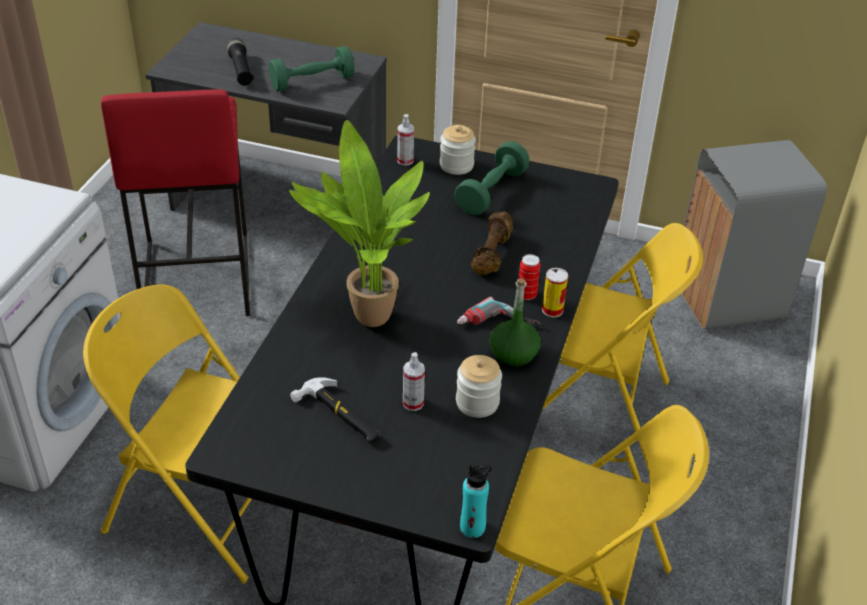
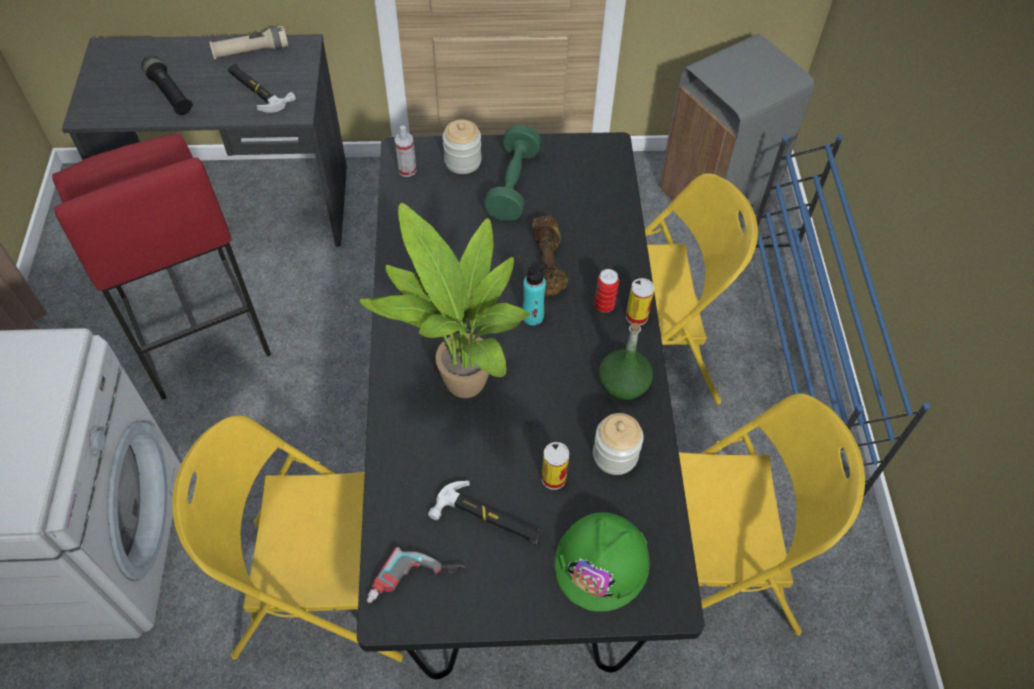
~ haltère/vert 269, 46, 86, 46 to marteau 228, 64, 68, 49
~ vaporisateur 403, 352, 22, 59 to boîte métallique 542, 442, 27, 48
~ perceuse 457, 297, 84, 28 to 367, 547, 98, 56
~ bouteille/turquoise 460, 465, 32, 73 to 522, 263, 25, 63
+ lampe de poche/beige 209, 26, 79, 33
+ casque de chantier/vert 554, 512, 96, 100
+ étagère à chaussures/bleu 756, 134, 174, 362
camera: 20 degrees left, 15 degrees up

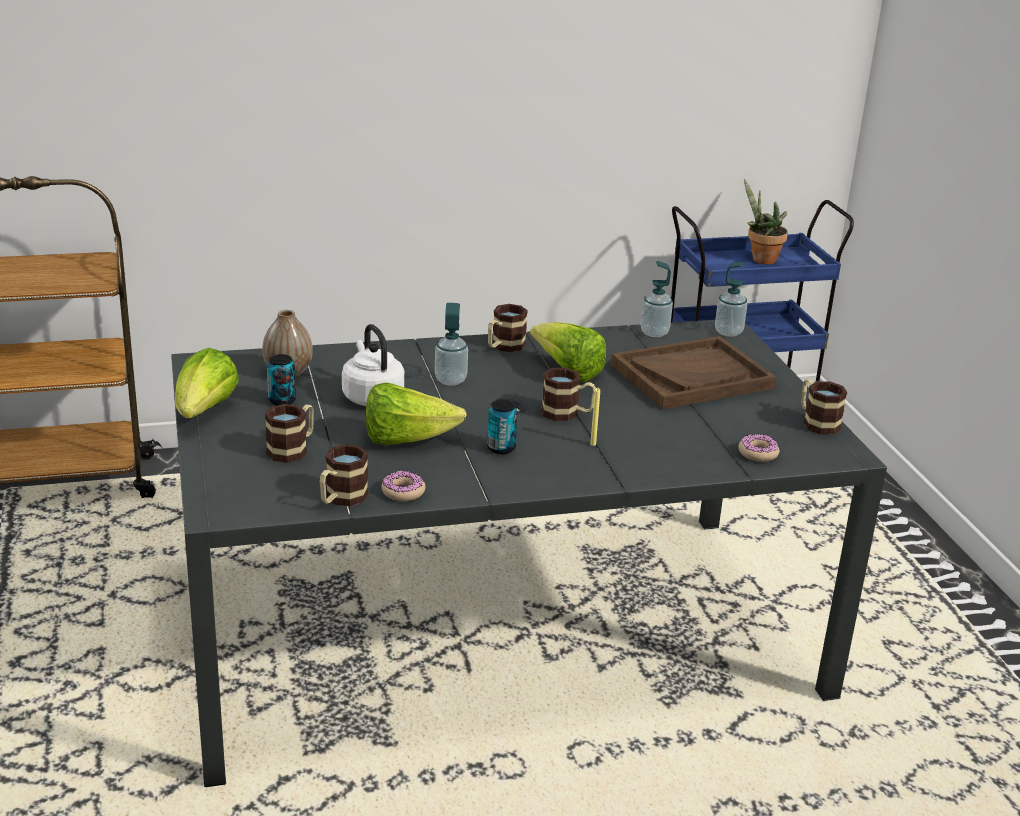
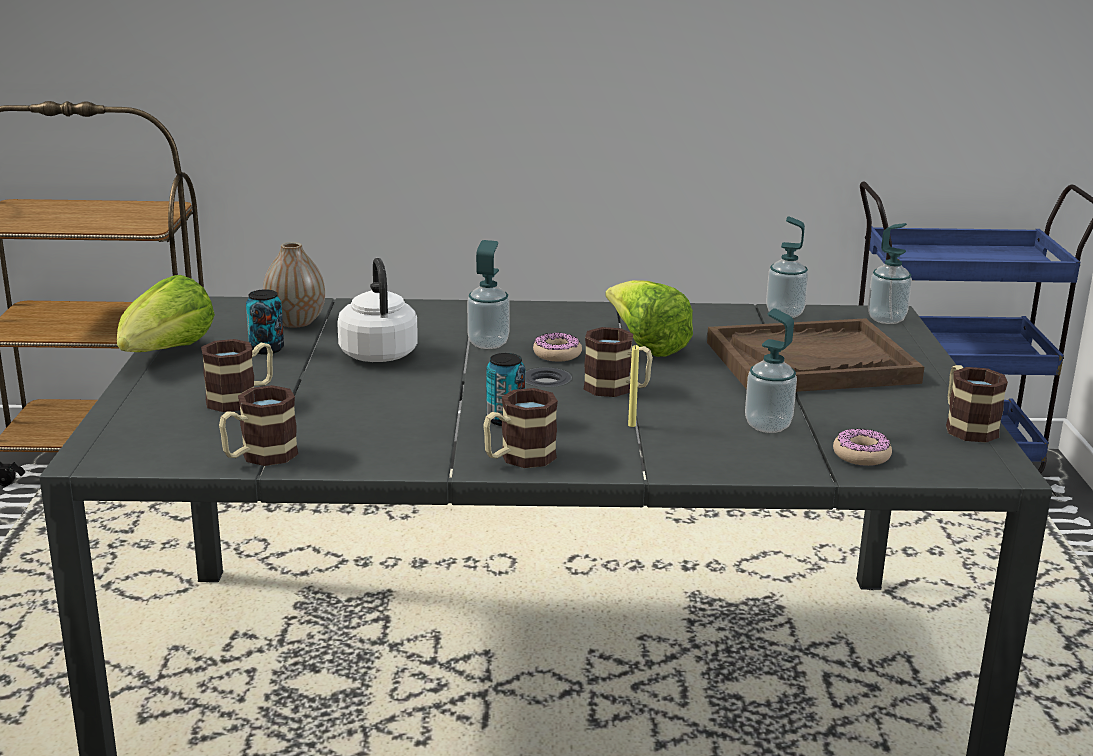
- laitue 366, 382, 101, 63
~ beignet 381, 471, 44, 30 to 533, 333, 49, 28
~ mug 488, 304, 40, 48 to 483, 388, 75, 80
- plante en pot 744, 179, 44, 85
+ distributeur de savon 745, 308, 52, 125
camera: 15 degrees right, 5 degrees down

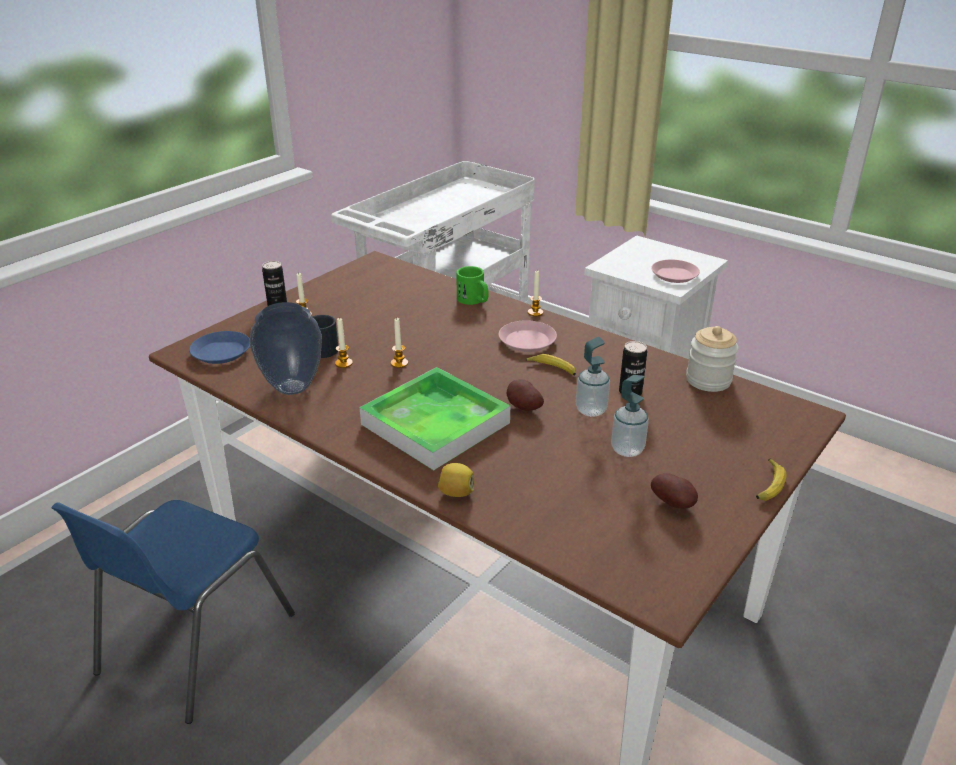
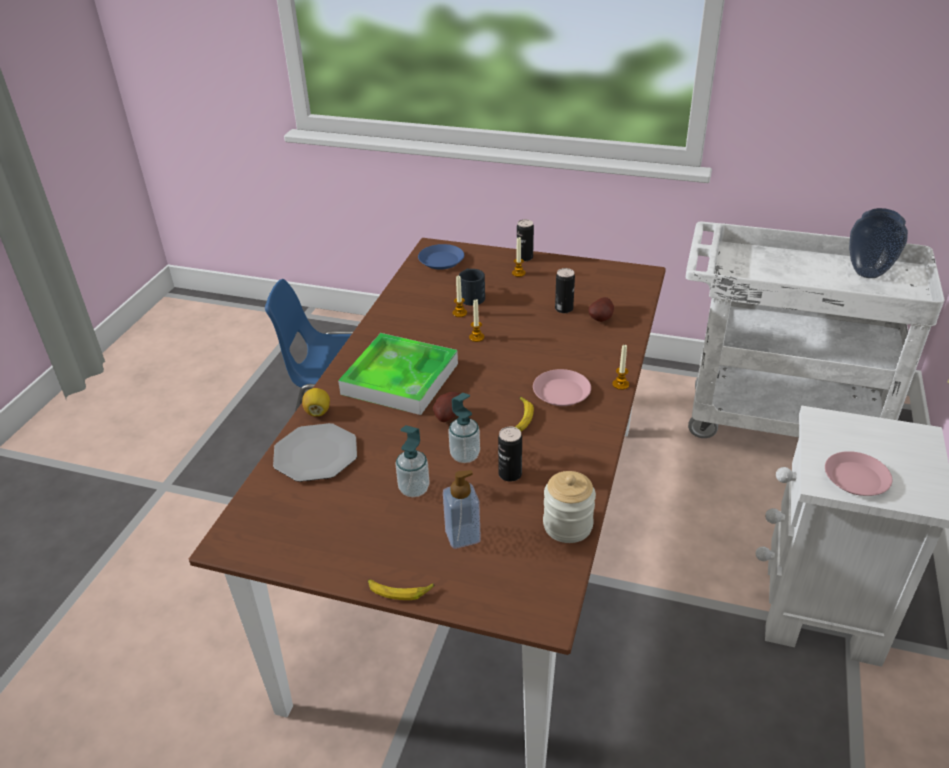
~ vase 250, 302, 72, 93 to 849, 208, 59, 70
- mug/vert 456, 266, 33, 39
~ pomme de terre 651, 473, 47, 36 to 589, 297, 25, 25
+ assiette 273, 423, 84, 59
+ distributeur de savon 443, 470, 38, 79
+ boîte métallique 555, 268, 20, 45
camera: 70 degrees right, 5 degrees up

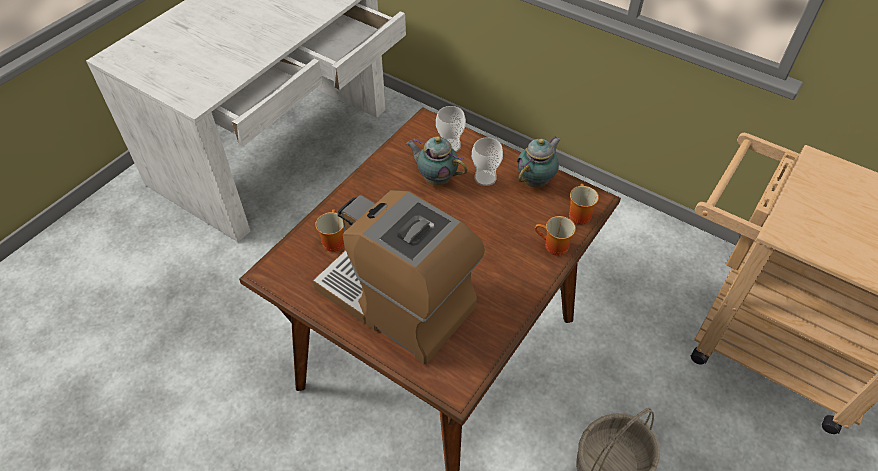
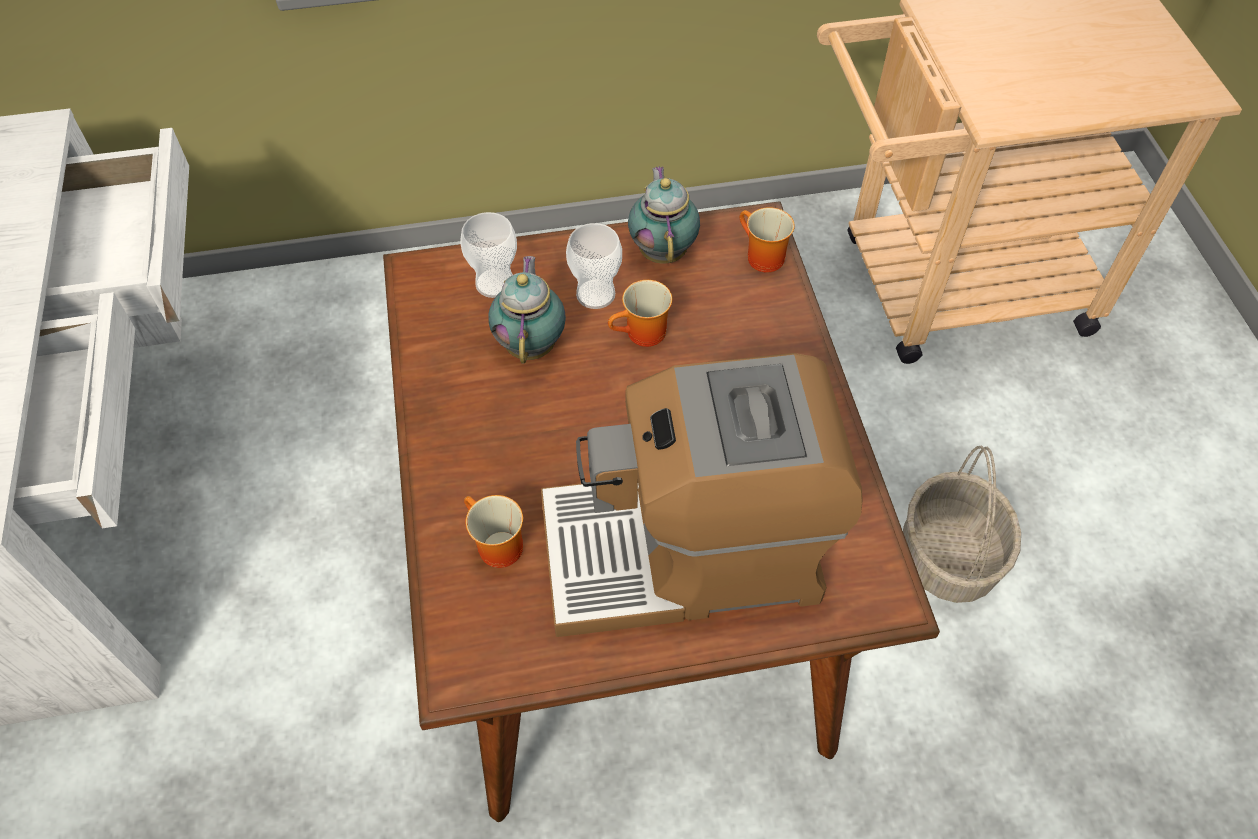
~ théière 406, 136, 61, 49 = 488, 256, 78, 108 105 degrees clockwise
~ mug 535, 216, 41, 40 to 608, 280, 64, 67
camera: 45 degrees left, 5 degrees up

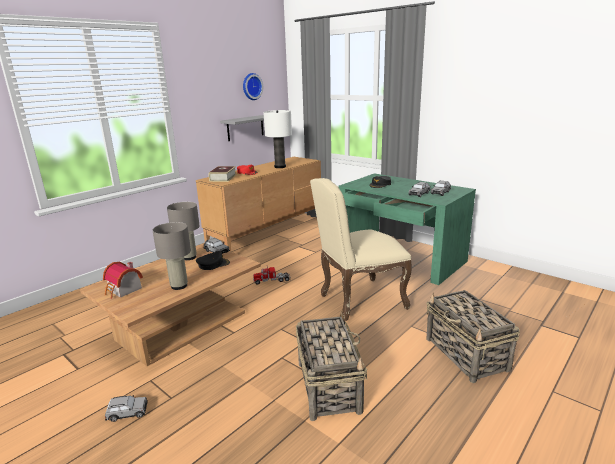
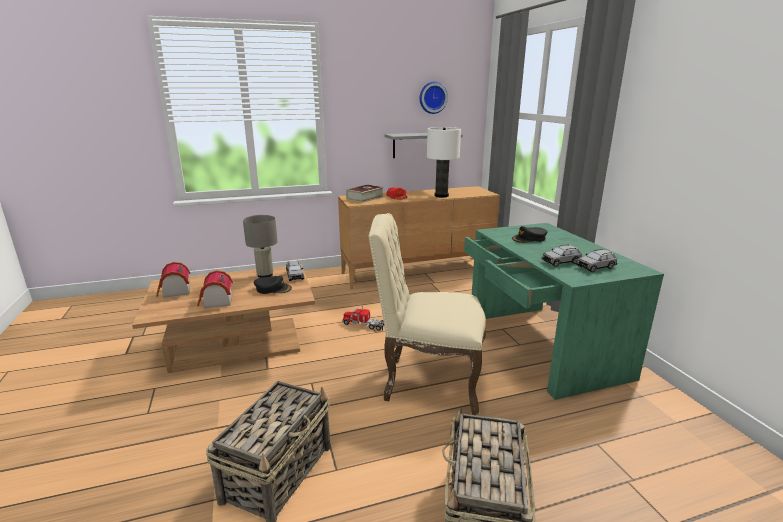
- petite voiture/gris 105, 395, 43, 27
~ lampe de table/gris 153, 222, 38, 68 to maison miniature 197, 270, 36, 38
camera: 30 degrees right, 0 degrees up

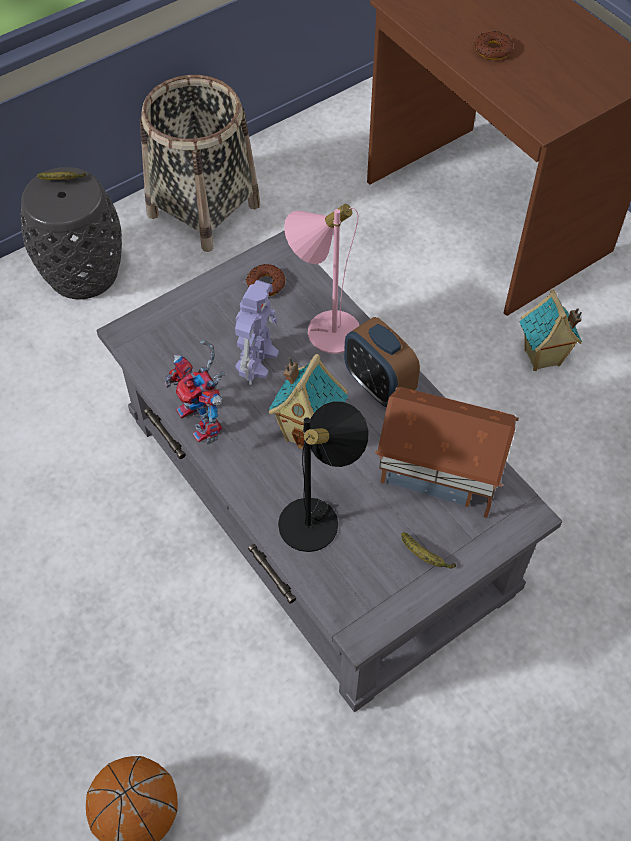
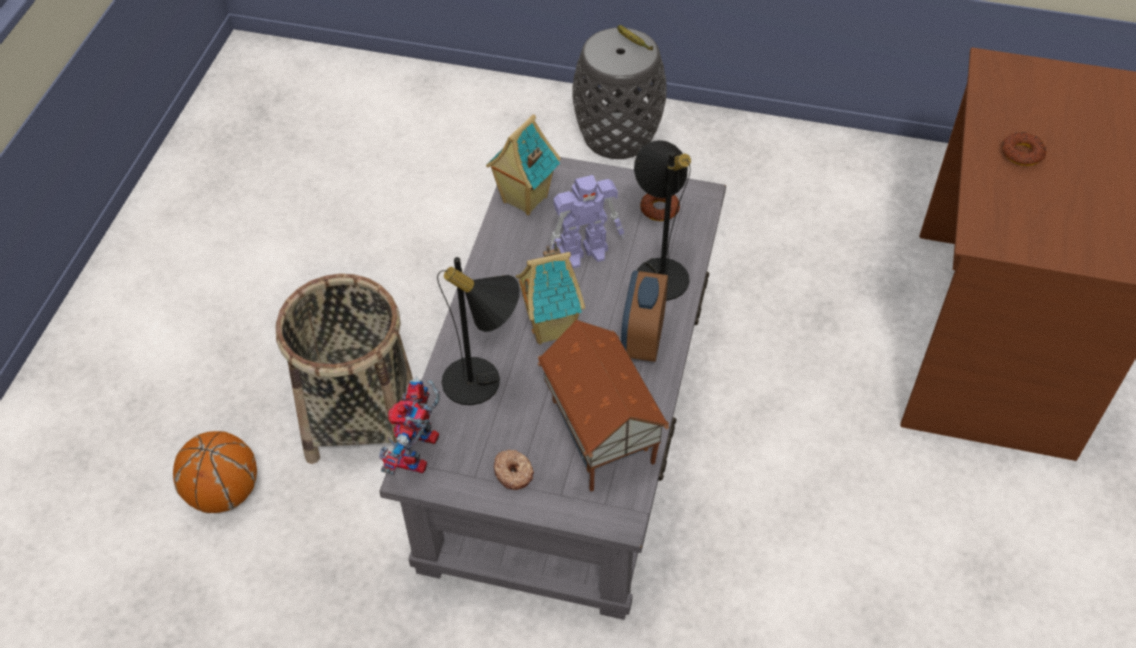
~ panier 140, 75, 120, 177 to 275, 274, 138, 190
~ robot jouet 164, 340, 61, 104 to 379, 376, 61, 99
~ lampe de table/rose 284, 204, 76, 150 to lampe de table/noir 634, 140, 57, 161
~ banane 401, 532, 55, 37 to beignet 494, 450, 40, 40
~ maison miniature 519, 289, 63, 82 to 486, 114, 75, 101
camera: 50 degrees right, 5 degrees down

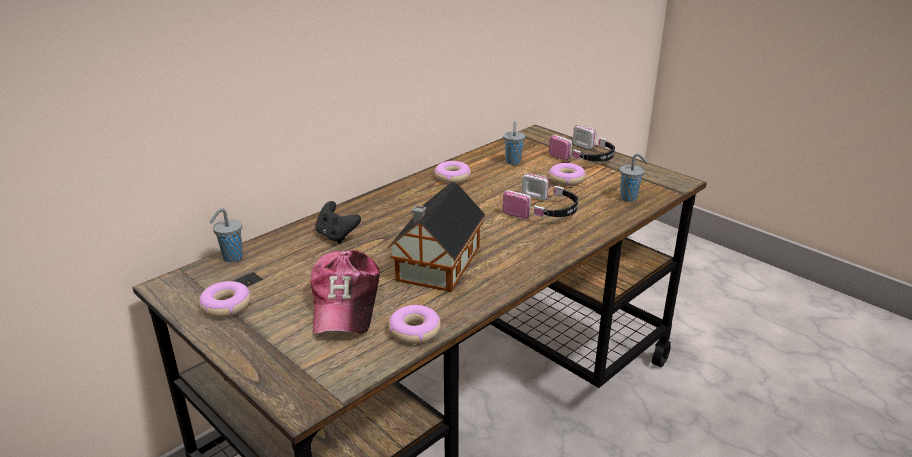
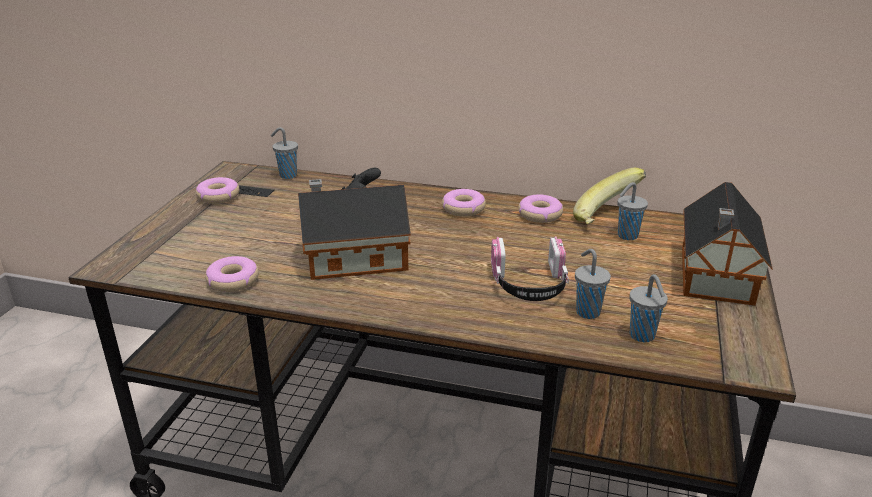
- casquette 311, 250, 69, 84
~ beignet 548, 163, 38, 23 to 442, 189, 44, 28
~ casque audio 549, 125, 66, 37 to maison miniature 682, 182, 91, 124
+ banane 573, 168, 73, 56
+ tasse/gris 575, 249, 36, 70
camera: 60 degrees right, 0 degrees up

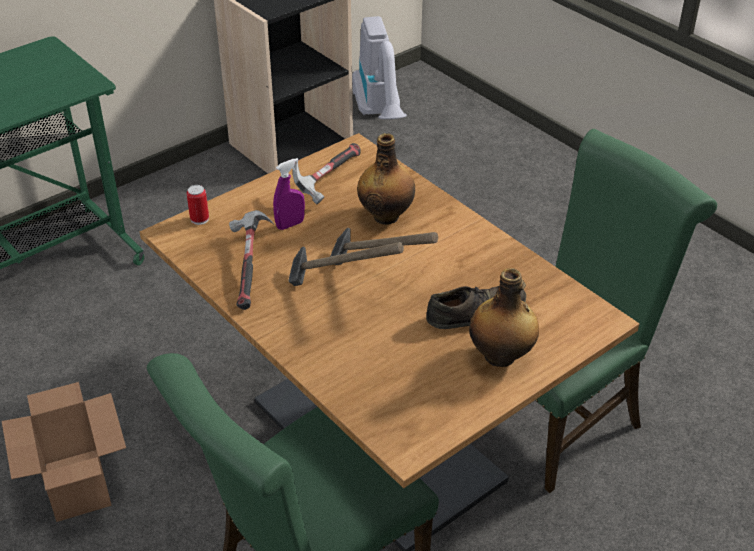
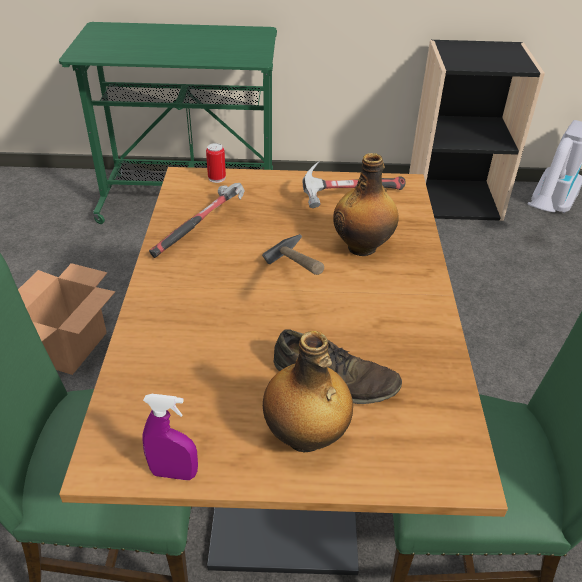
~ vaporisateur/violet 273, 158, 32, 72 to 142, 394, 56, 86
- marteau 288, 242, 116, 44
camera: 40 degrees right, 0 degrees up

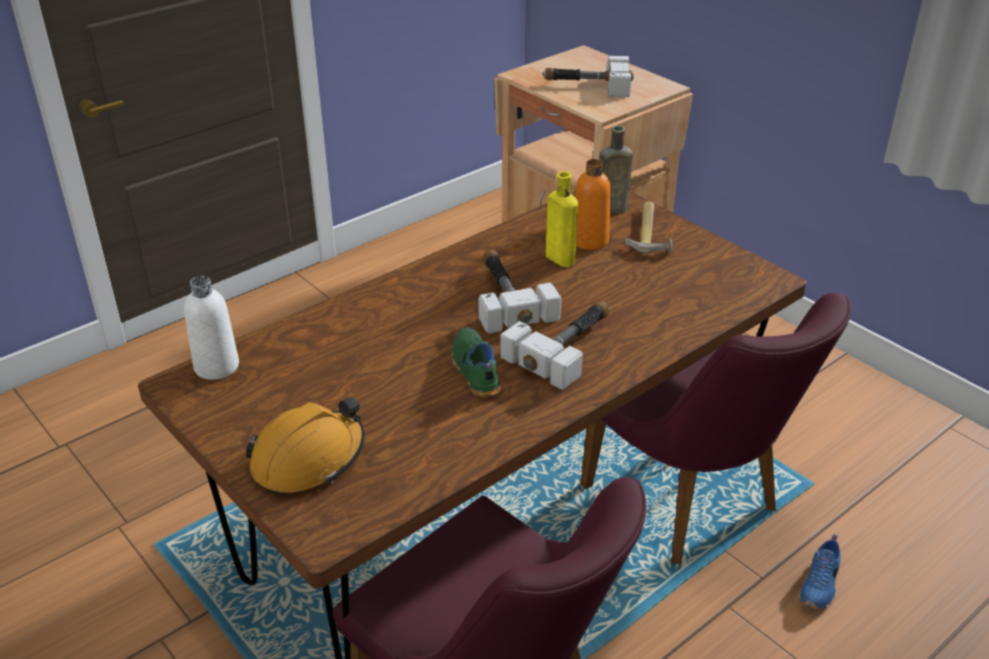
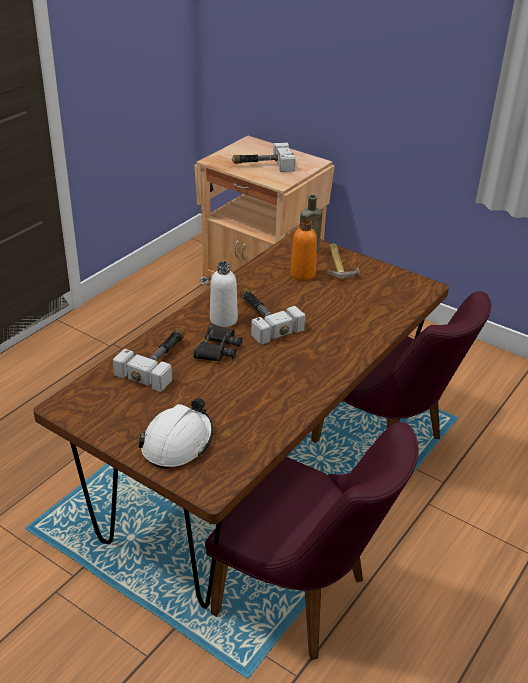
~ bouteille/blanc 184, 276, 55, 104 to 210, 261, 28, 66
~ casque de chantier/orange 246, 398, 119, 96 to casque de chantier/blanc 138, 398, 75, 71
- chaussure/vert 452, 328, 49, 69
~ marteau 500, 301, 110, 89 to 113, 328, 72, 64
- bouteille/jaune 546, 171, 32, 96
- chaussure/bleu 799, 534, 42, 75
+ jumelles/noir 193, 324, 50, 38
camera: 15 degrees left, 0 degrees up

